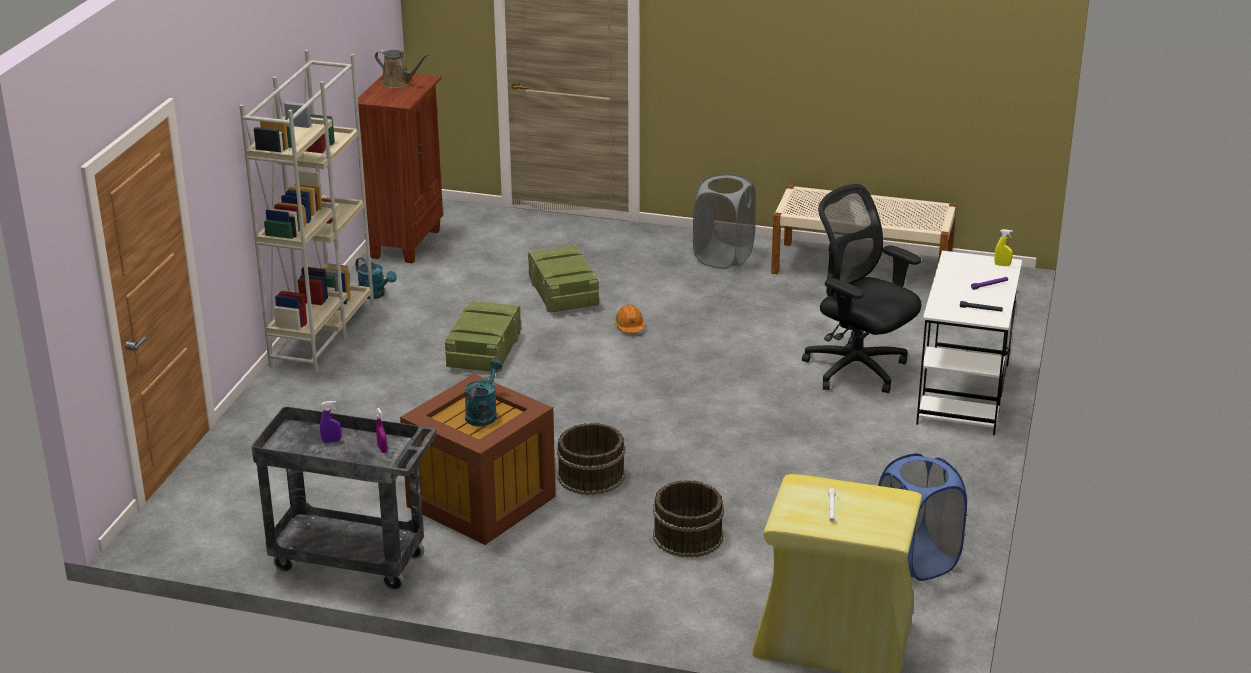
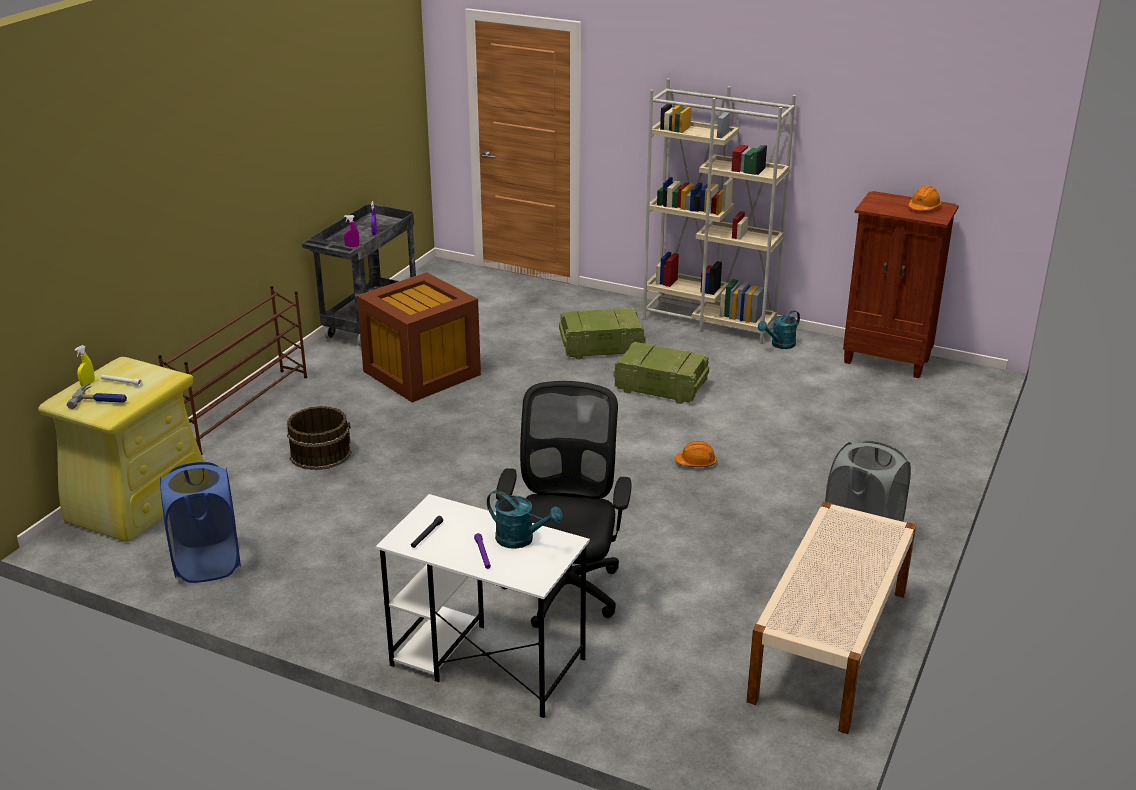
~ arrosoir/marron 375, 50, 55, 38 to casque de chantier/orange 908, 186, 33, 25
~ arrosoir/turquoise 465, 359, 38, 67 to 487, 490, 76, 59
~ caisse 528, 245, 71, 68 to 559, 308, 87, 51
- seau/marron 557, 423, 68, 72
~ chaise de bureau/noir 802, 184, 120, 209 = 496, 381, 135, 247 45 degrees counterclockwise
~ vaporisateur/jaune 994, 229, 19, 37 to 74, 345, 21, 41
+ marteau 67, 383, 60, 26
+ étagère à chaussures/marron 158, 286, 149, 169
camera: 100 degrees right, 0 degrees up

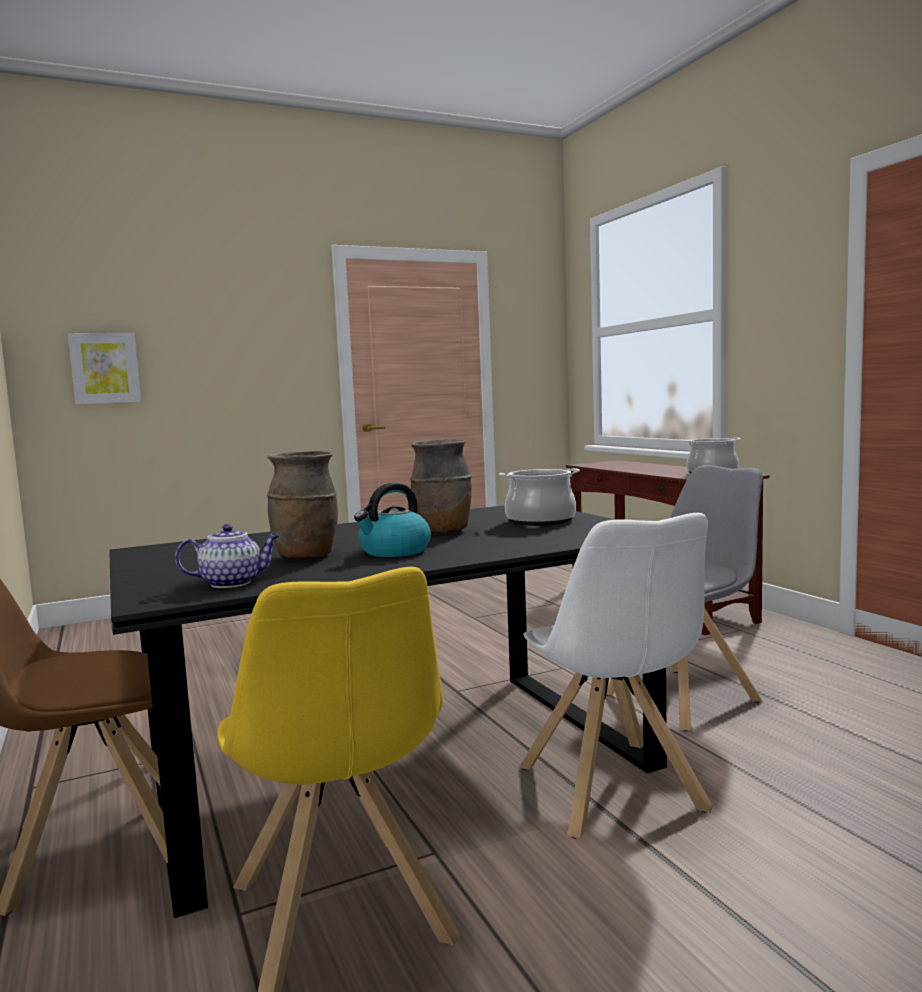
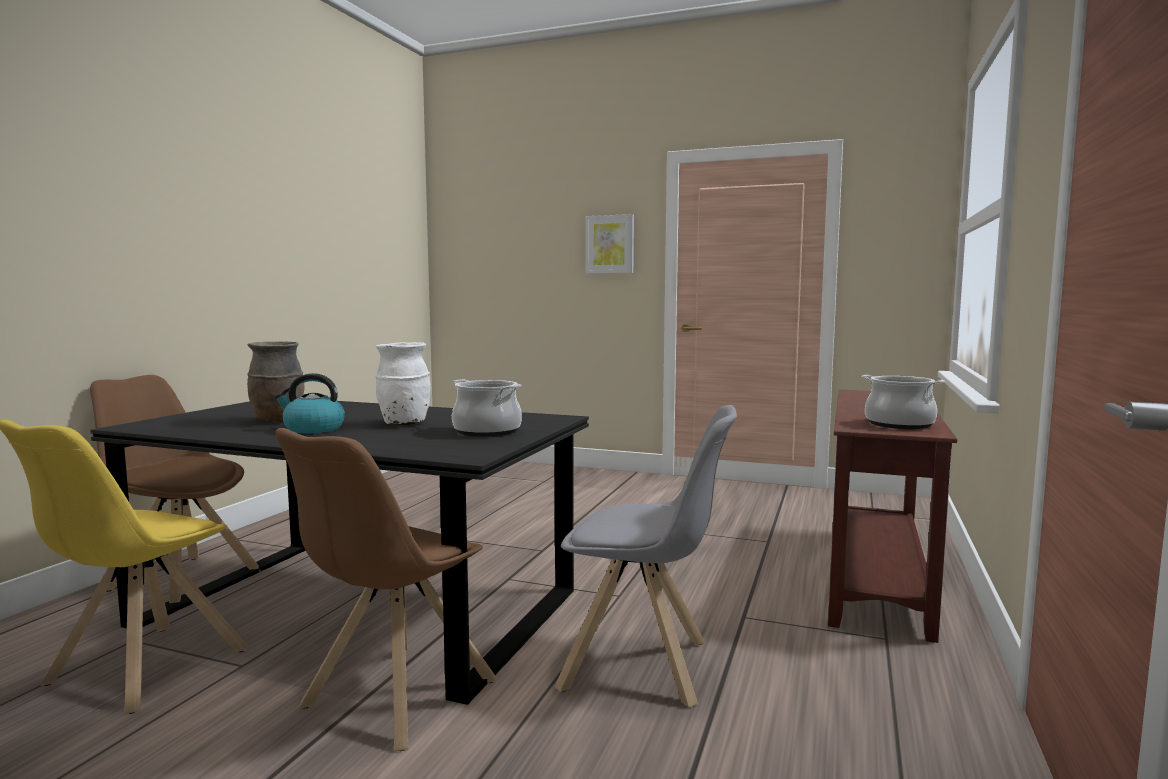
~ tableau 68, 333, 73, 71 to 586, 214, 48, 59
- théière 175, 524, 104, 64
~ vase/marron 410, 439, 62, 95 to vase/blanc 375, 342, 56, 83
~ chaise/blanc 519, 513, 194, 326 to chaise/marron 275, 428, 222, 323
camera: 45 degrees right, 0 degrees up

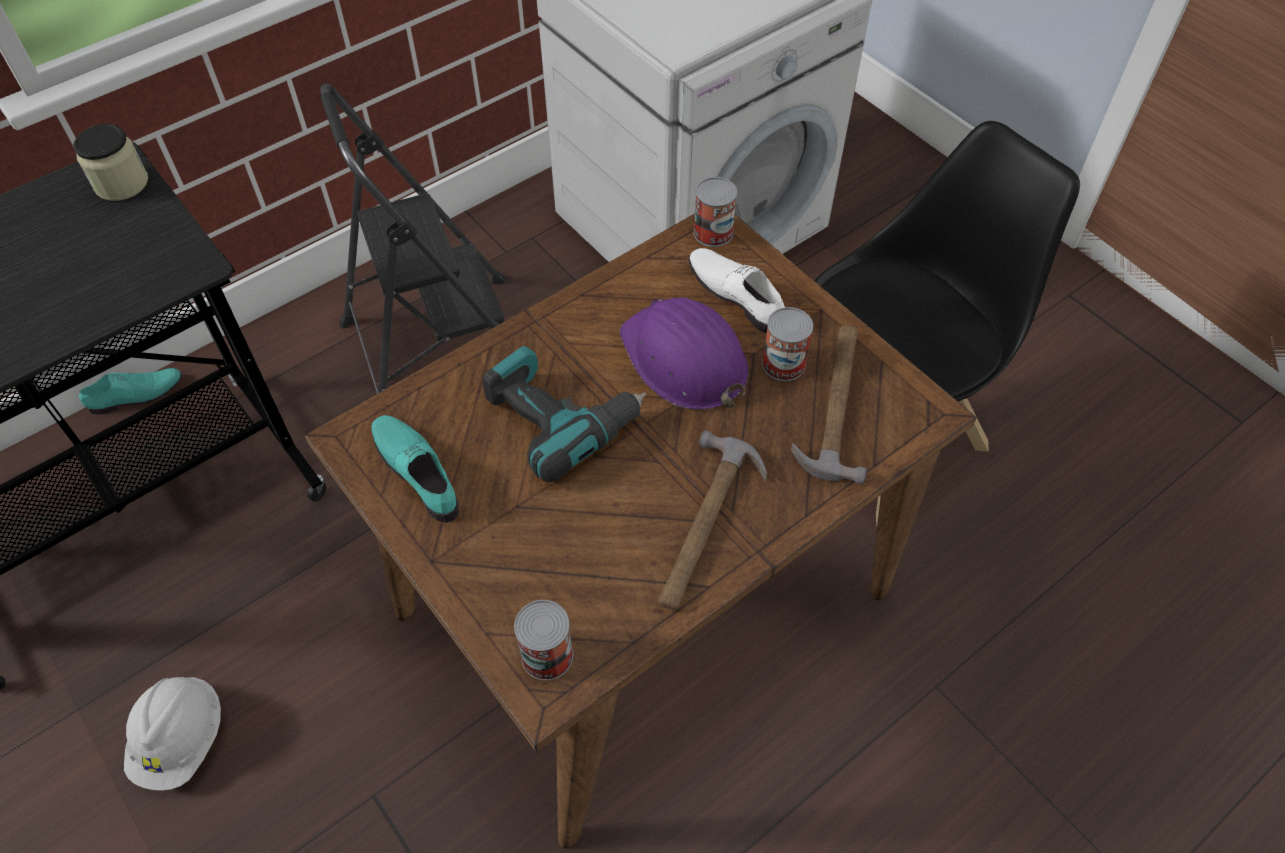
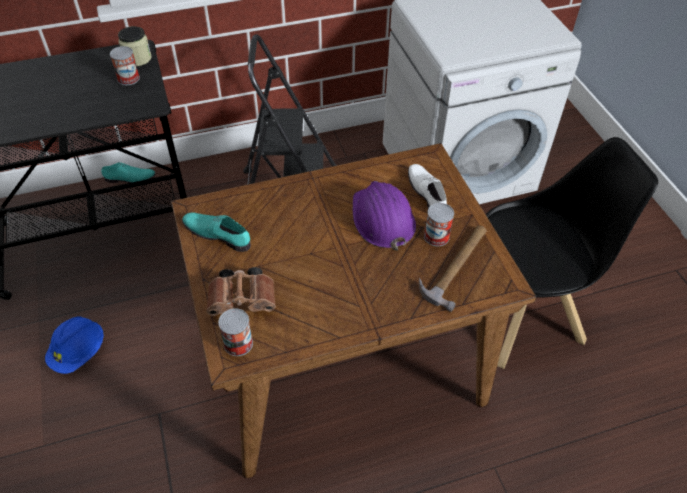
~ casque de chantier/blanc 124, 677, 97, 114 to casque de chantier/bleu 45, 316, 59, 58
~ chaussure/turquoise 371, 415, 88, 108 = 182, 213, 69, 39 45 degrees counterclockwise
- perceuse 483, 346, 163, 137
- marteau 657, 430, 110, 180
~ boîte métallique 694, 177, 43, 70 to 110, 46, 30, 39
+ jumelles/marron 207, 267, 69, 49
camera: 20 degrees right, 5 degrees down

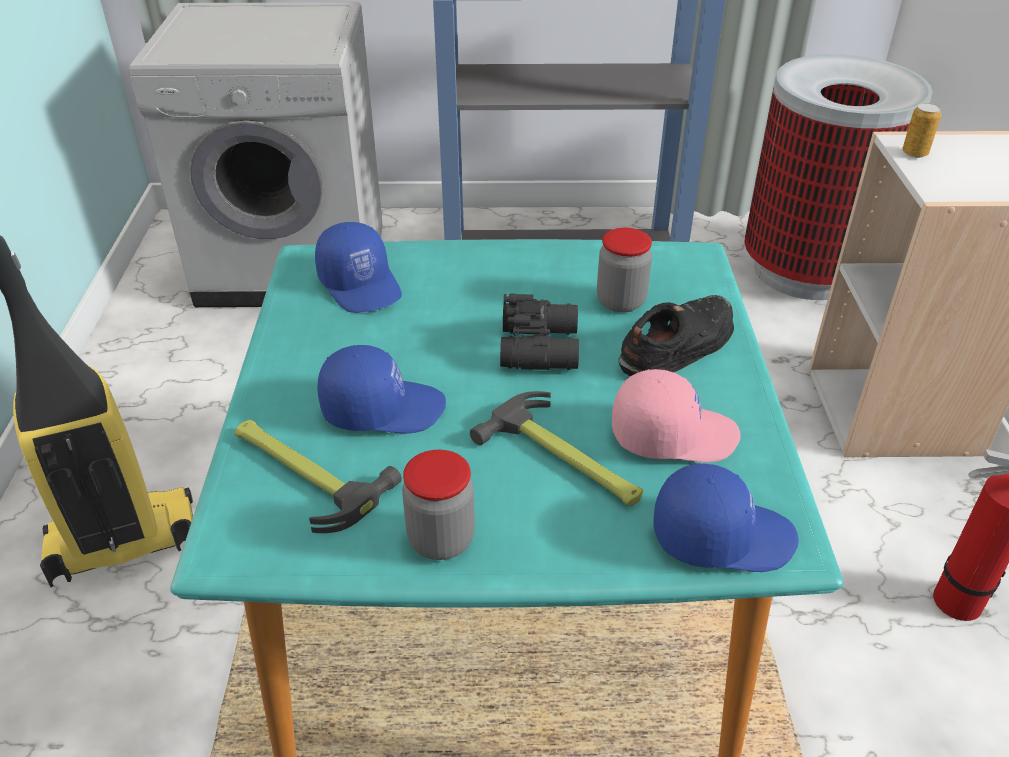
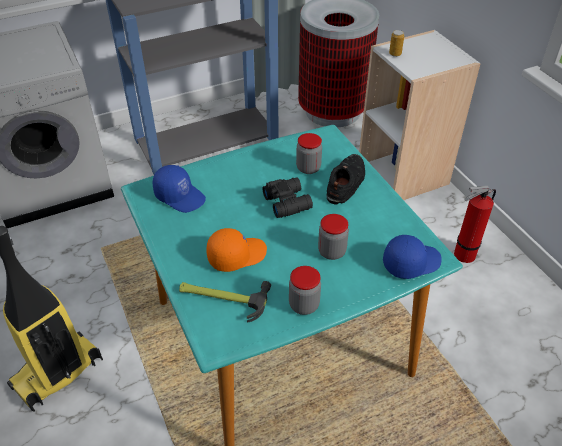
~ casquette/bleu 317, 345, 129, 89 to casquette/orange 206, 228, 61, 44
~ marteau 470, 391, 174, 115 to bocal 318, 214, 31, 46
- casquette/rose 612, 369, 129, 94
camera: 25 degrees left, 5 degrees up

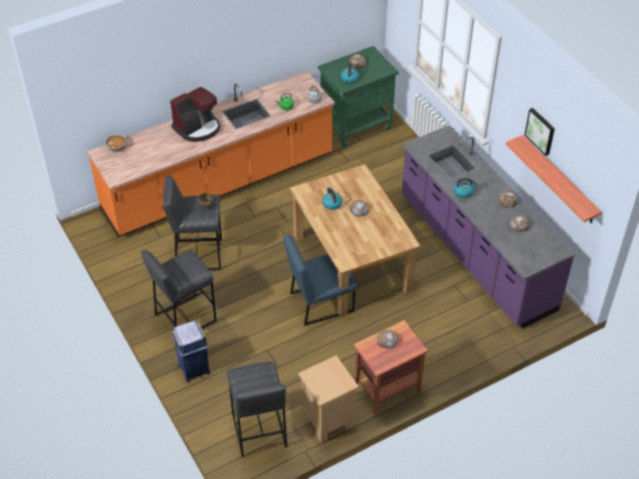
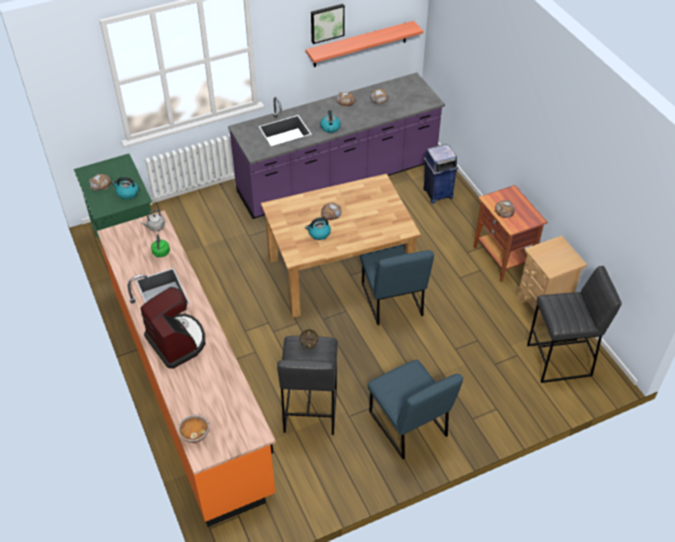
~ tabouret/gris 141, 249, 76, 80 to chaise/bleu 368, 360, 95, 99
~ poubelle/bleu 172, 320, 38, 62 to 423, 144, 35, 60
camera: 85 degrees left, 0 degrees up

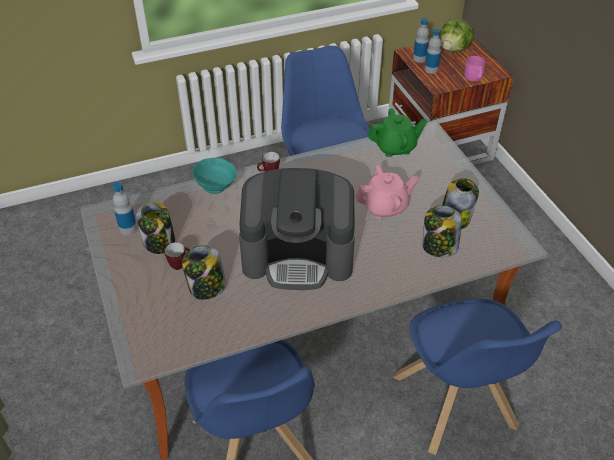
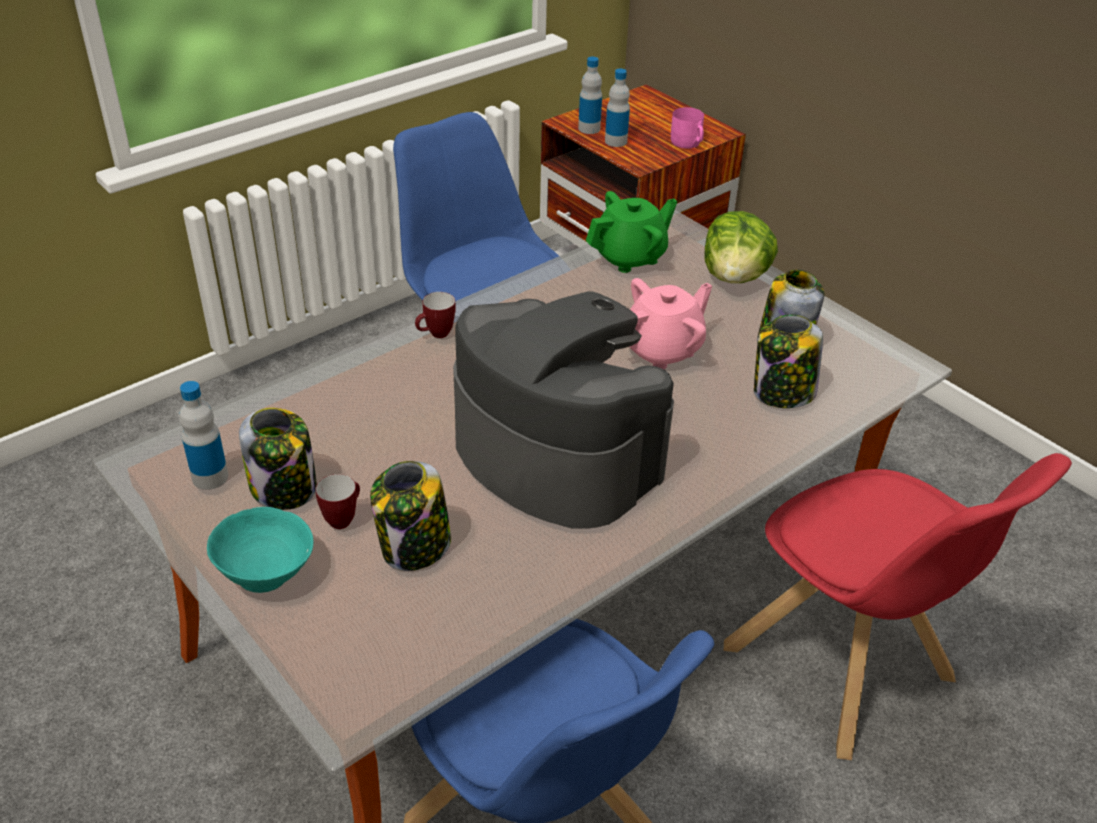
~ bol/turquoise 192, 158, 45, 36 to 207, 507, 106, 86
~ machine à café 239, 168, 116, 122 = 453, 291, 221, 238 120 degrees counterclockwise
~ chaise/bleu 393, 299, 169, 157 to chaise/rouge 724, 453, 348, 307
~ laitue 439, 18, 34, 34 to 705, 211, 73, 72
camera: 20 degrees left, 5 degrees down

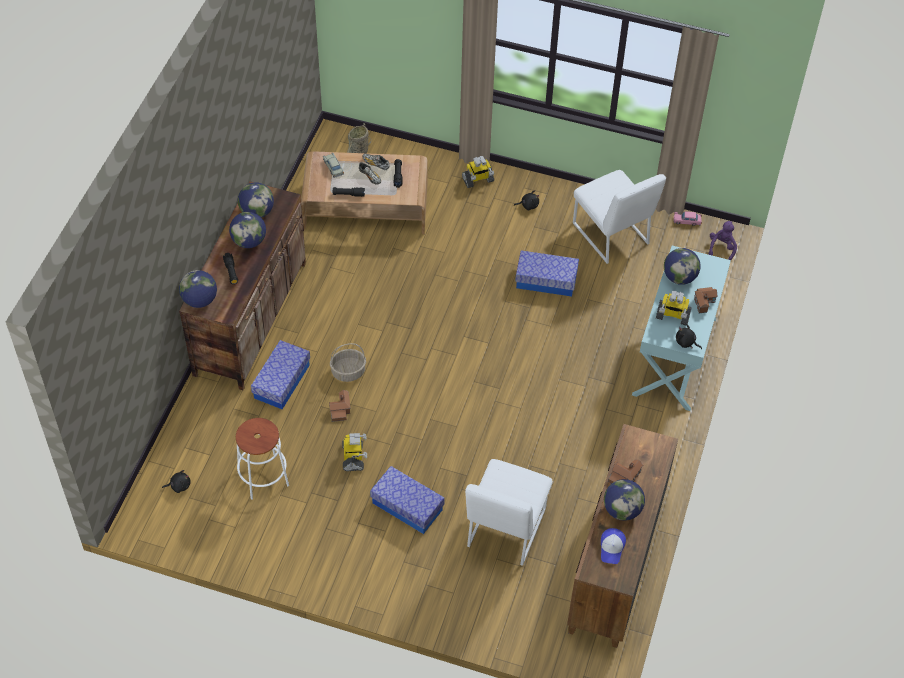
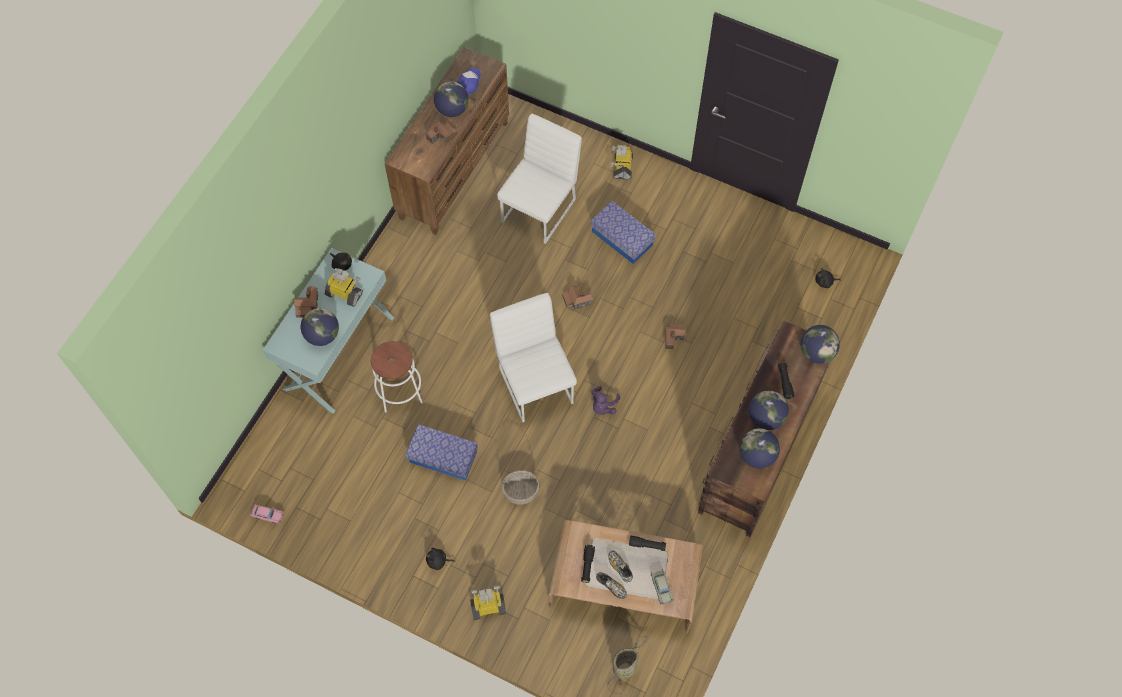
~ tabouret/blanc 236, 418, 53, 82 to 371, 341, 52, 72
- boîte de rangement 251, 340, 59, 69
~ panier 330, 343, 36, 39 to 502, 470, 38, 35
~ robot jouet 342, 433, 25, 38 to 610, 145, 23, 35
~ chaise/blanc 573, 170, 93, 94 to 490, 293, 87, 129
~ peluche/violet 709, 221, 28, 39 to 591, 386, 29, 29
+ maison miniature 562, 286, 31, 23
camera: 170 degrees left, 10 degrees up

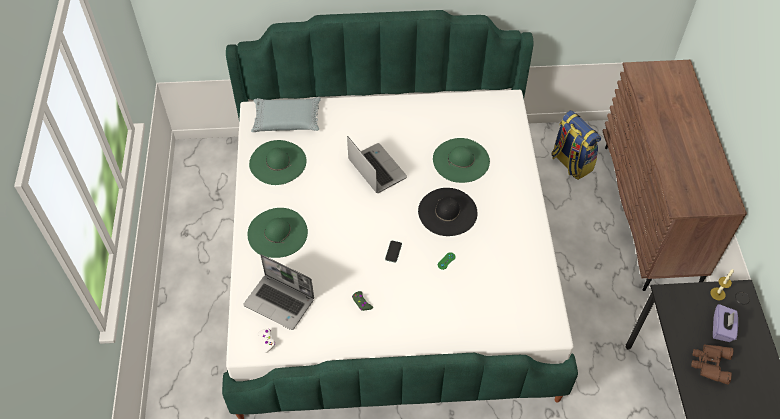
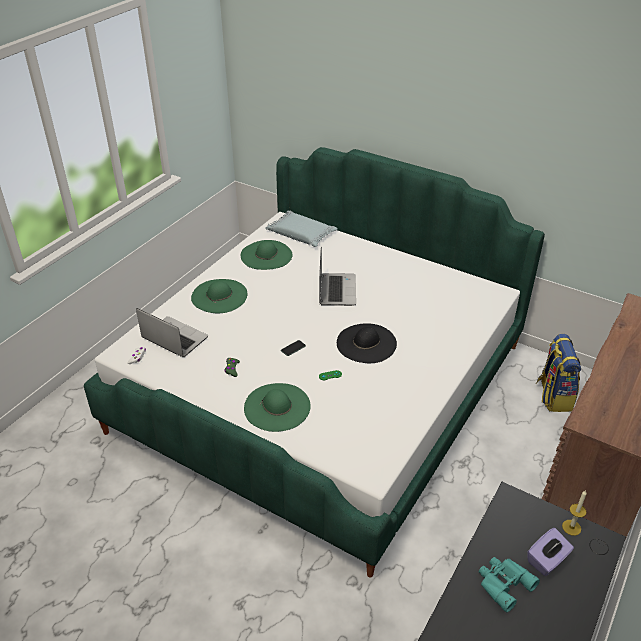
~ ordinateur portable 243, 254, 71, 76 = 136, 308, 72, 49 150 degrees clockwise
~ chapeau/vert 433, 138, 57, 45 to 244, 383, 67, 49
~ jumelles/marron 691, 344, 42, 40 to jumelles/turquoise 479, 557, 61, 55
camera: 35 degrees right, 15 degrees down

